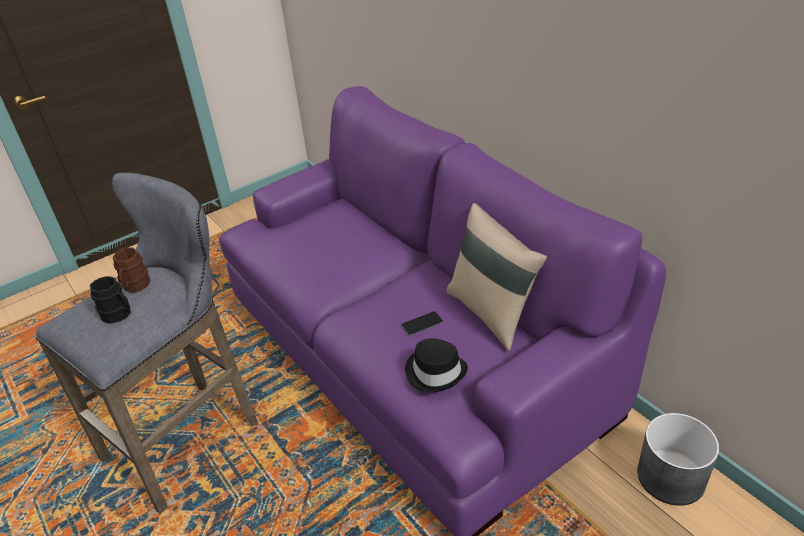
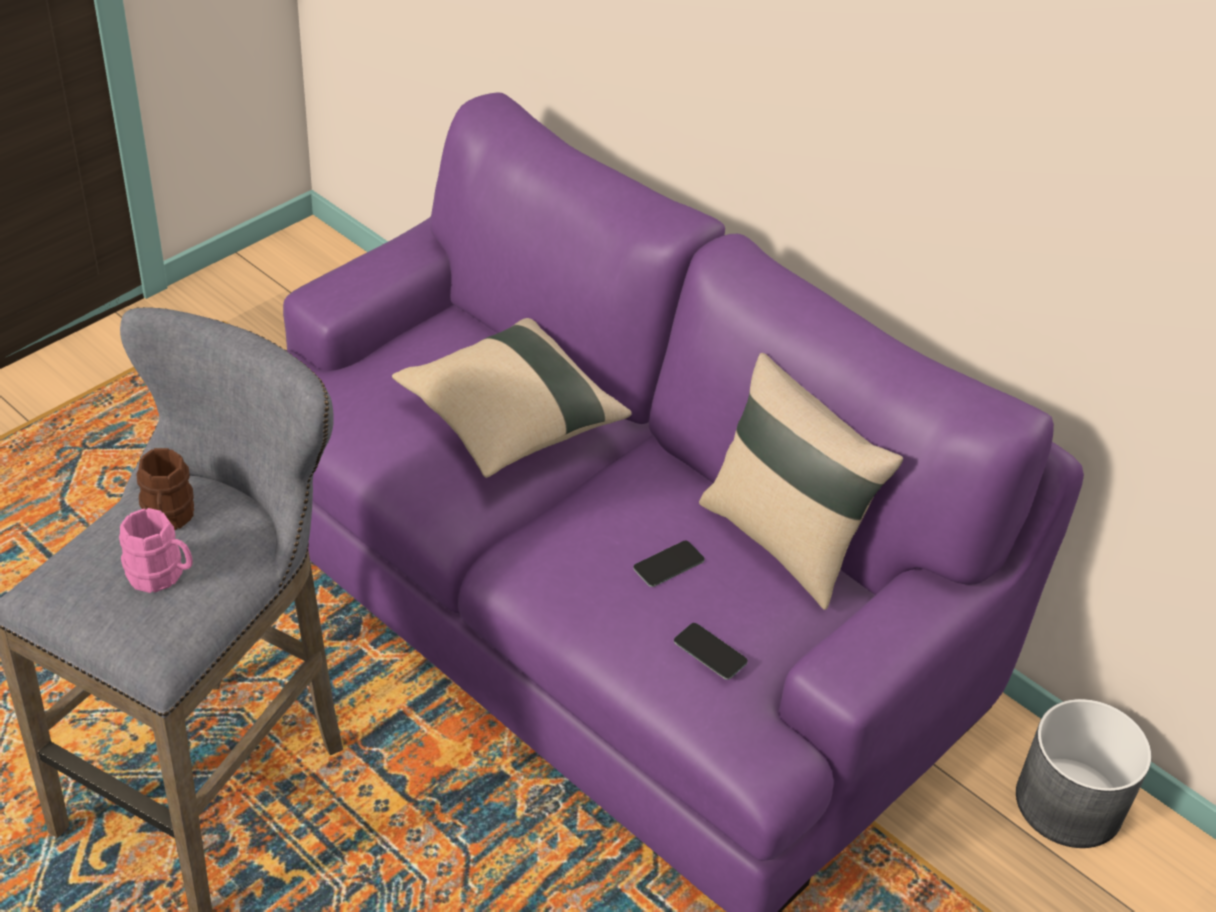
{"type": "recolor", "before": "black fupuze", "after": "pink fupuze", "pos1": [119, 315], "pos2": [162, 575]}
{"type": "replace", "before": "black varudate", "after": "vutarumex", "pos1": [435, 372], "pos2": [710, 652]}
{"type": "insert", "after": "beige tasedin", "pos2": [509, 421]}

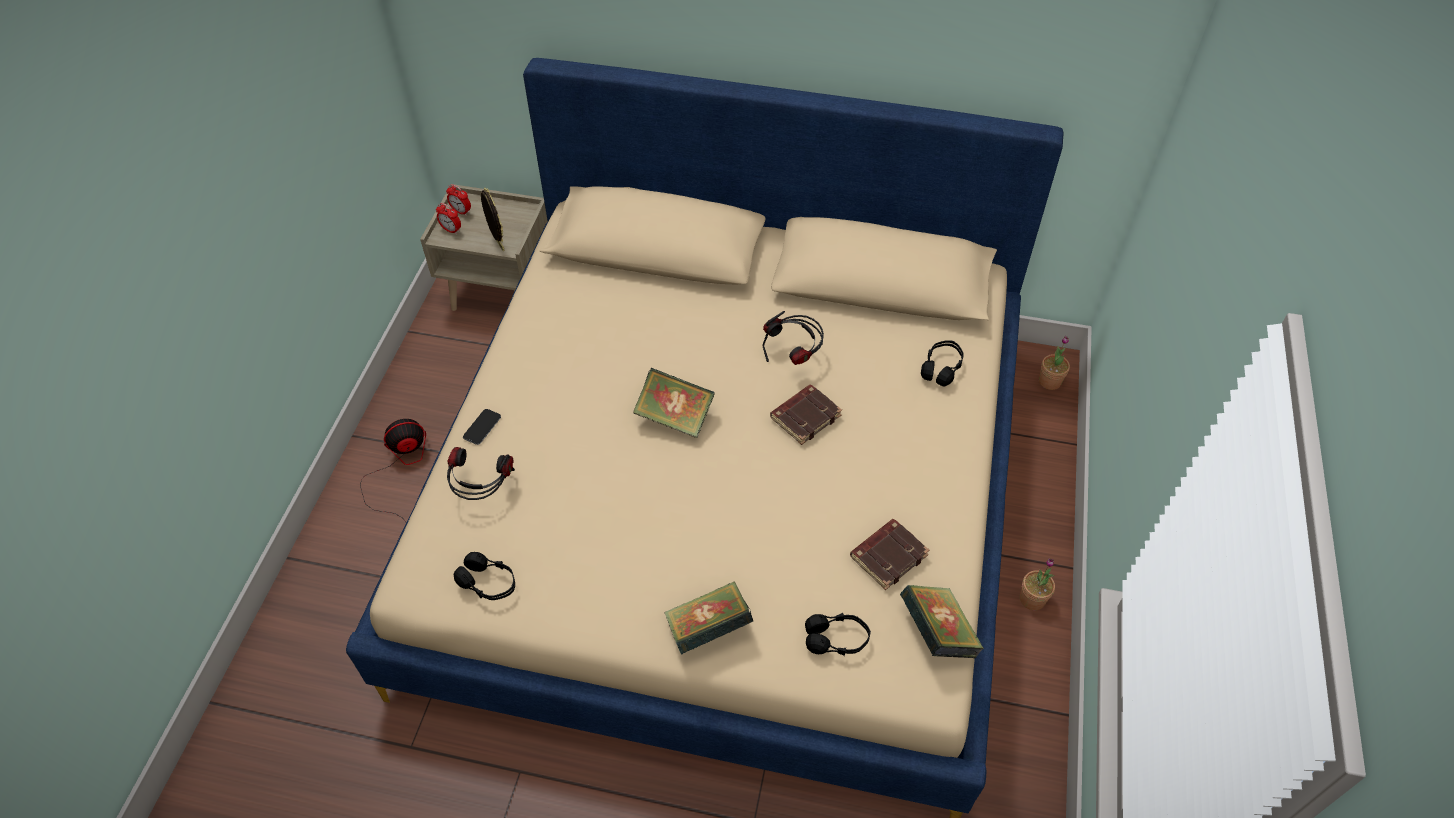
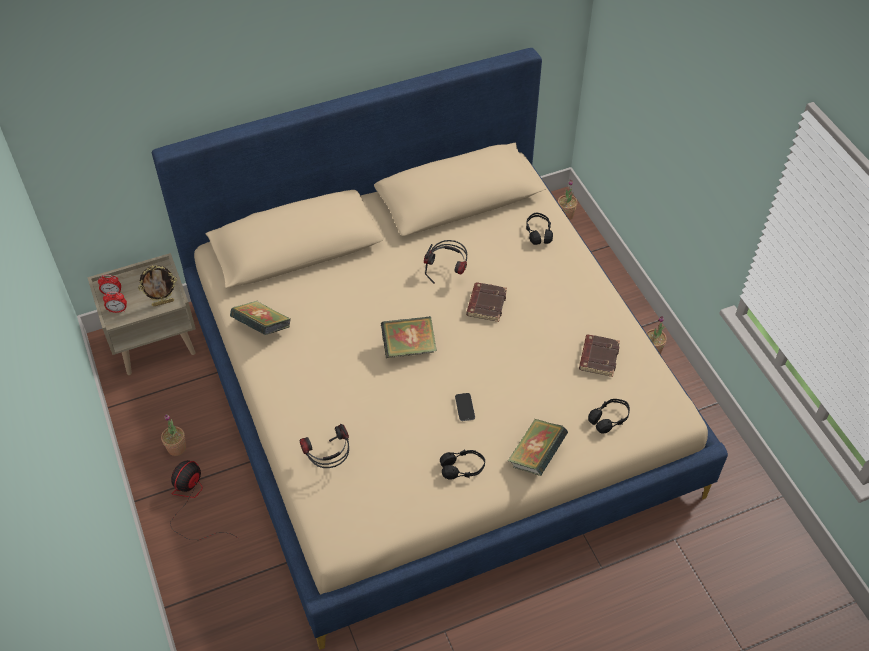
{"type": "rotate", "before": "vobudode", "pos1": [498, 244], "pos2": [163, 302], "turn": 135}
{"type": "move", "before": "vutarumex", "pos1": [482, 427], "pos2": [465, 407]}
{"type": "move", "before": "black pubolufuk", "pos1": [488, 583], "pos2": [462, 468]}
{"type": "move", "before": "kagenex", "pos1": [937, 633], "pos2": [262, 328]}
{"type": "insert", "after": "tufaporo", "pos2": [176, 448]}

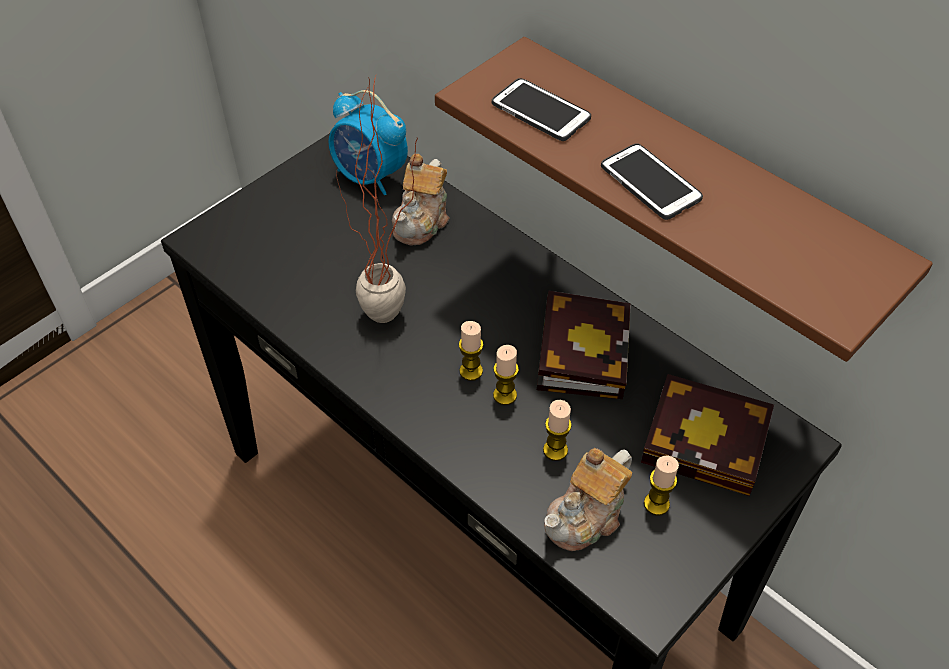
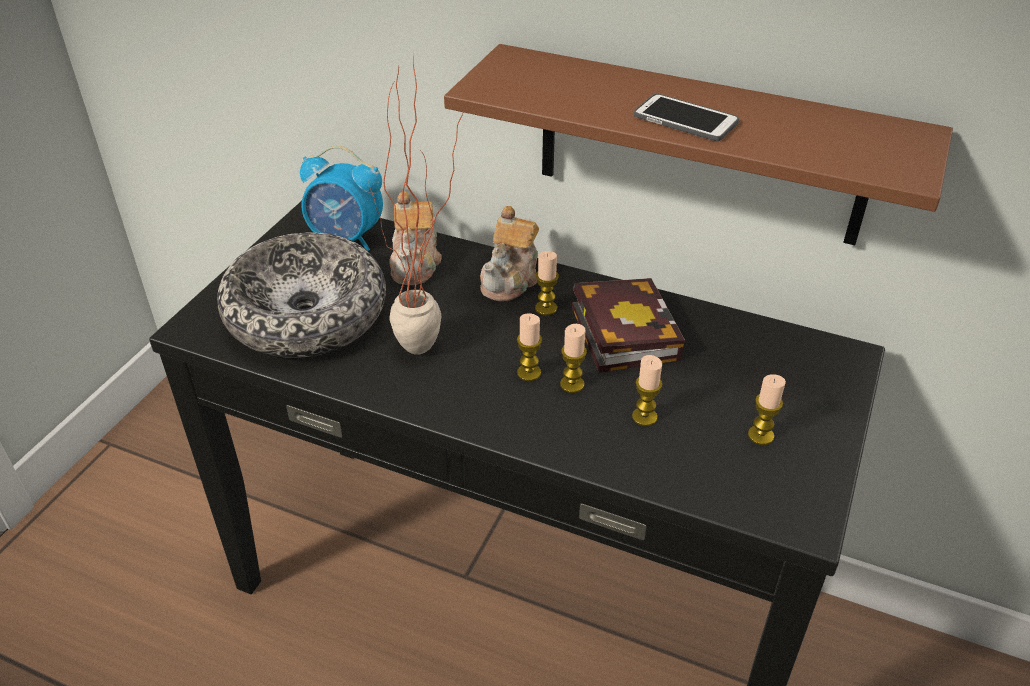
{"type": "delete", "before": "vutarumex", "pos1": [540, 111]}
{"type": "delete", "before": "kagenex", "pos1": [711, 442]}
{"type": "move", "before": "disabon", "pos1": [586, 516], "pos2": [511, 279]}
{"type": "insert", "after": "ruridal", "pos2": [307, 314]}
{"type": "insert", "after": "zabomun", "pos2": [546, 308]}

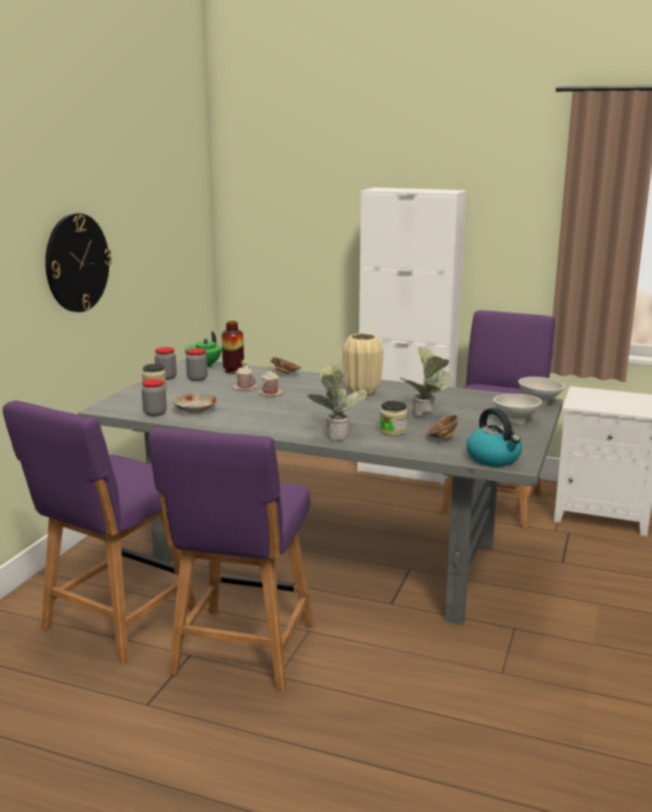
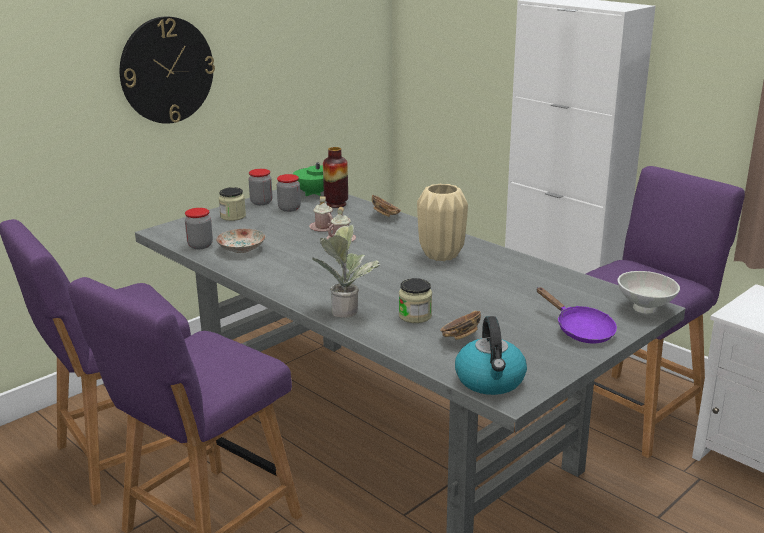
{"type": "delete", "before": "tufaporo", "pos1": [426, 416]}
{"type": "replace", "before": "white ruridal", "after": "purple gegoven", "pos1": [514, 421], "pos2": [580, 330]}

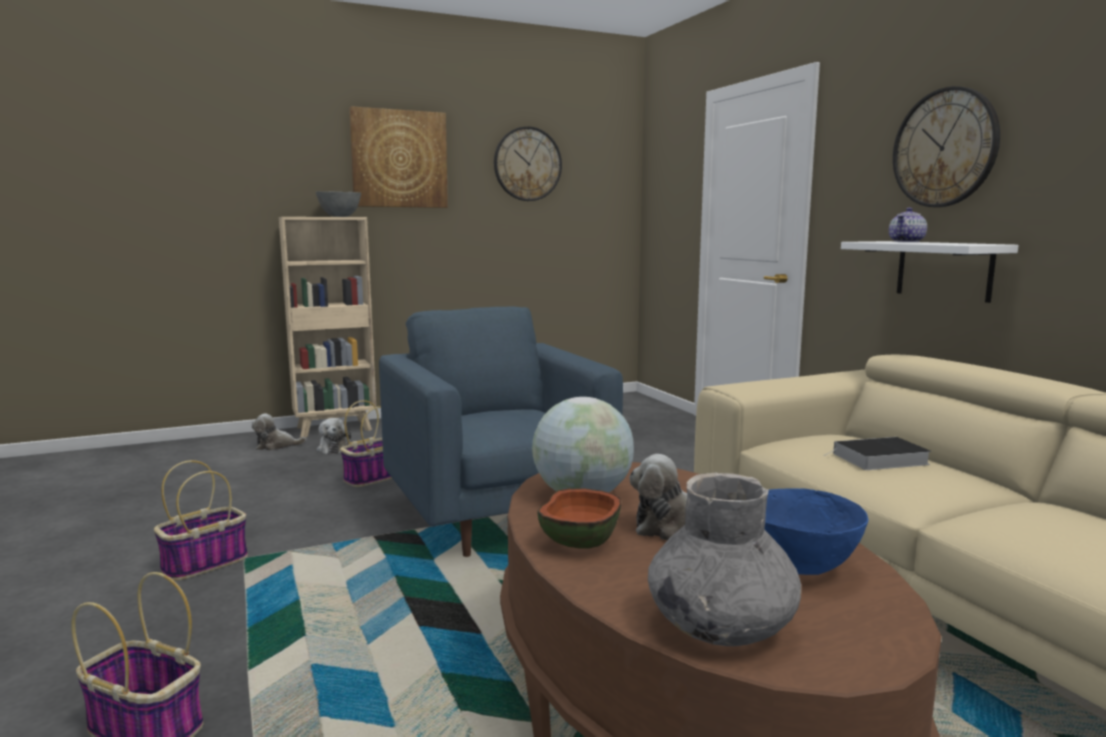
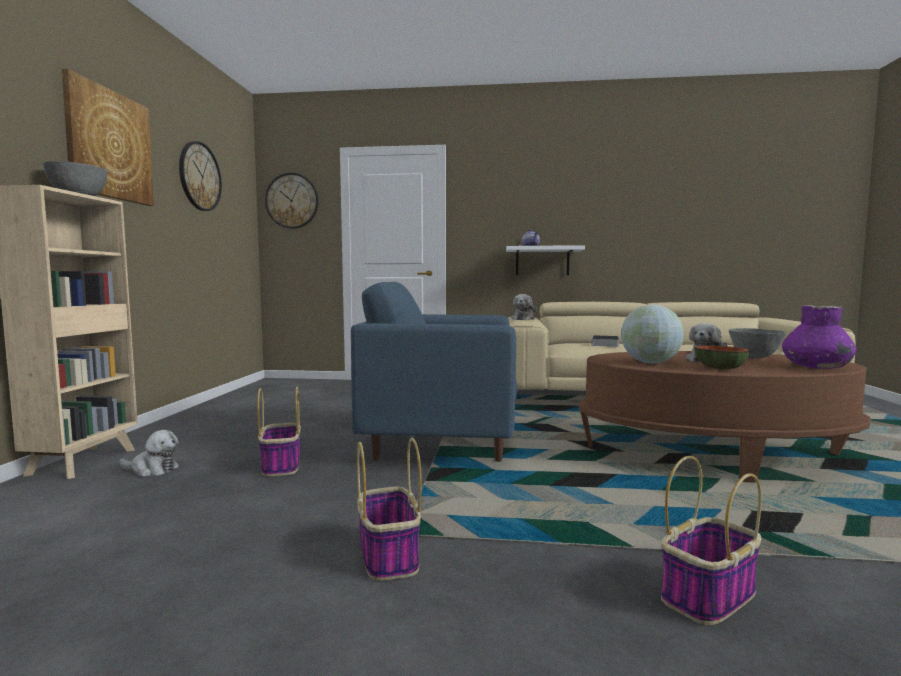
{"type": "move", "before": "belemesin", "pos1": [945, 148], "pos2": [292, 201]}
{"type": "move", "before": "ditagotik", "pos1": [276, 446], "pos2": [523, 319]}
{"type": "recolor", "before": "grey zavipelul", "after": "purple zavipelul", "pos1": [720, 625], "pos2": [816, 367]}
{"type": "recolor", "before": "blue ruridal", "after": "grey ruridal", "pos1": [800, 567], "pos2": [754, 357]}

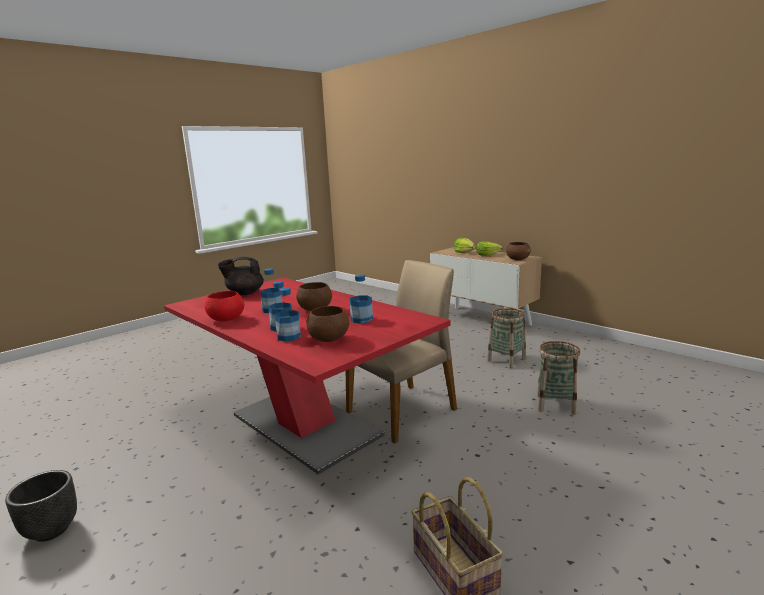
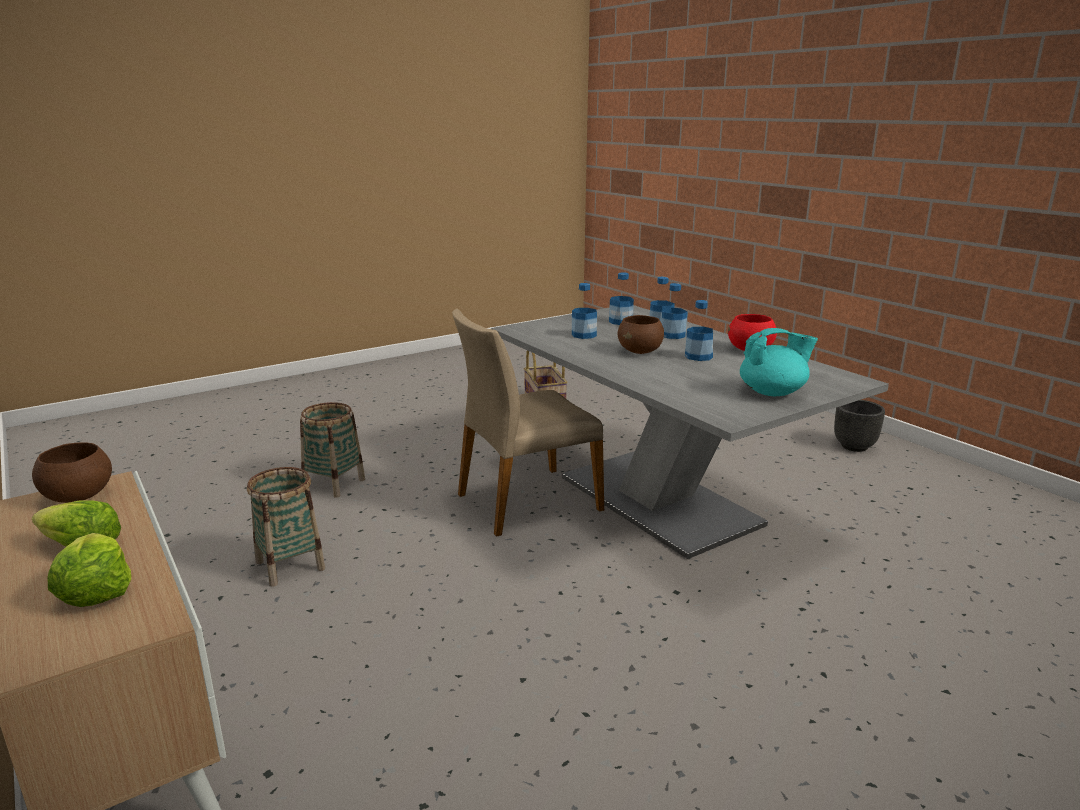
{"type": "recolor", "before": "black disabon", "after": "turquoise disabon", "pos1": [244, 293], "pos2": [773, 392]}
{"type": "recolor", "before": "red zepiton", "after": "grey zepiton", "pos1": [305, 425], "pos2": [658, 500]}
{"type": "replace", "before": "brown ruridal", "after": "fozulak", "pos1": [328, 339], "pos2": [620, 322]}

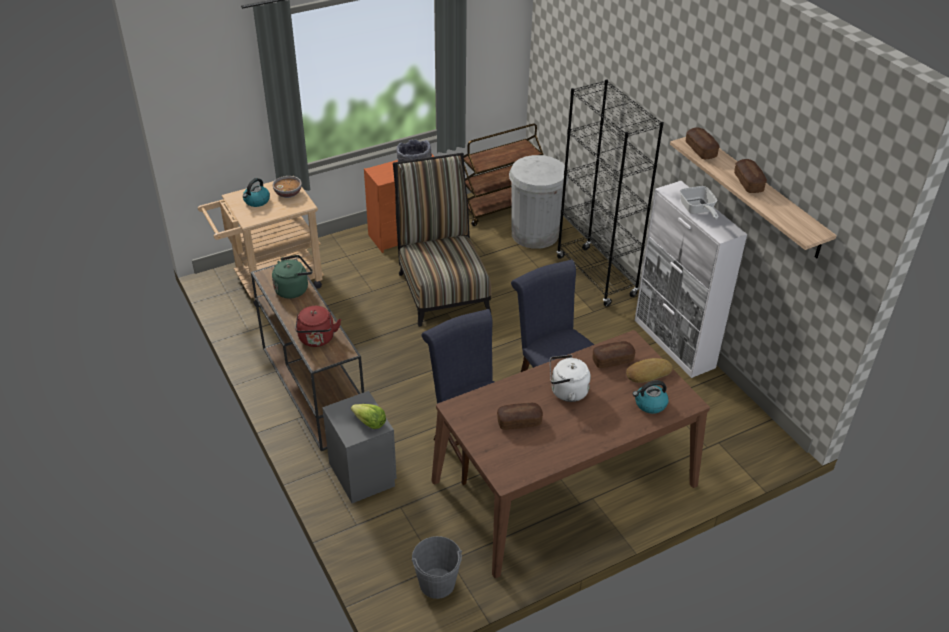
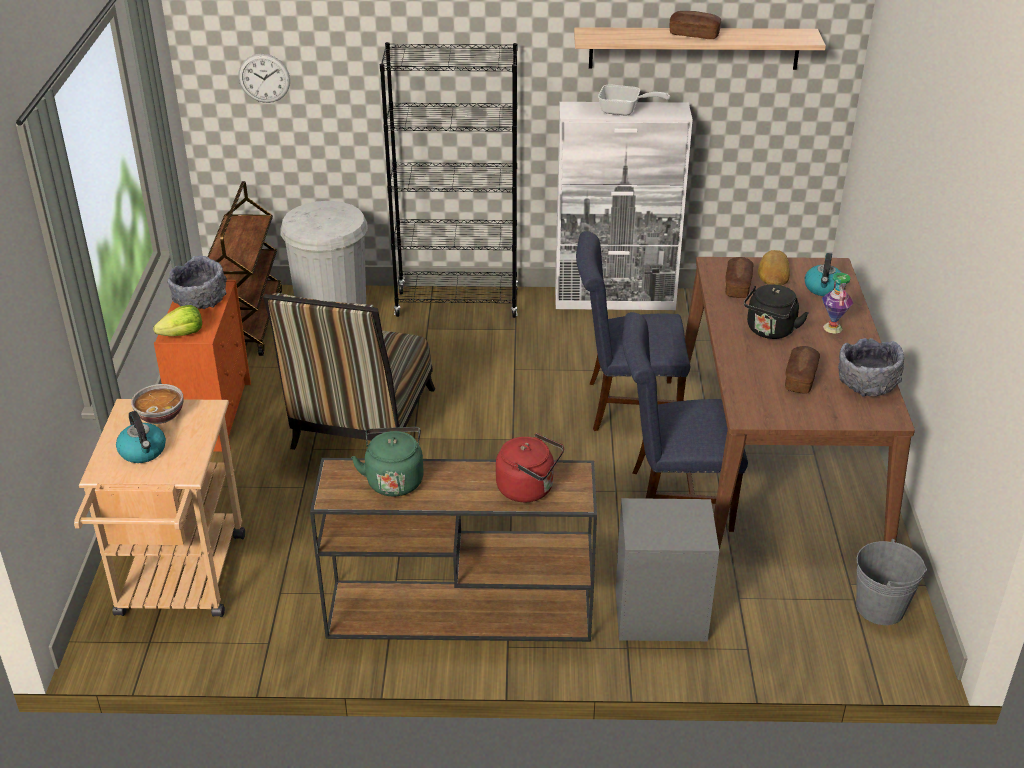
{"type": "delete", "before": "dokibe", "pos1": [700, 150]}
{"type": "rotate", "before": "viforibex", "pos1": [442, 288], "pos2": [360, 424], "turn": -90}
{"type": "recolor", "before": "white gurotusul", "after": "black gurotusul", "pos1": [566, 392], "pos2": [770, 331]}
{"type": "move", "before": "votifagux", "pos1": [369, 423], "pos2": [183, 334]}
{"type": "insert", "after": "belemesin", "pos2": [264, 78]}
{"type": "insert", "after": "zavipelul", "pos2": [832, 328]}
{"type": "insert", "after": "grey ruridal", "pos2": [867, 384]}

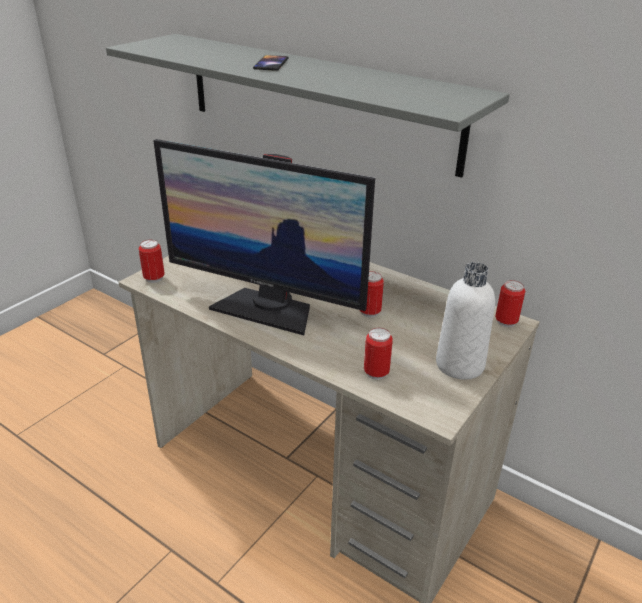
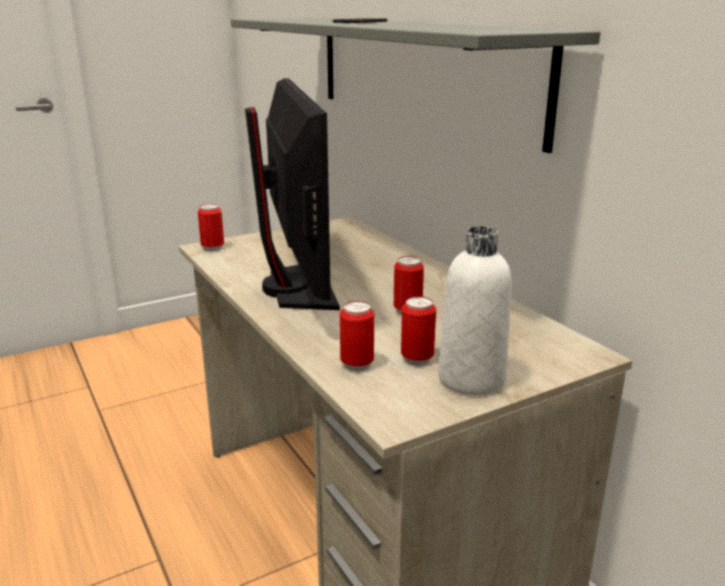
{"type": "rotate", "before": "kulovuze", "pos1": [268, 308], "pos2": [297, 288], "turn": -150}
{"type": "move", "before": "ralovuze", "pos1": [506, 322], "pos2": [417, 359]}

